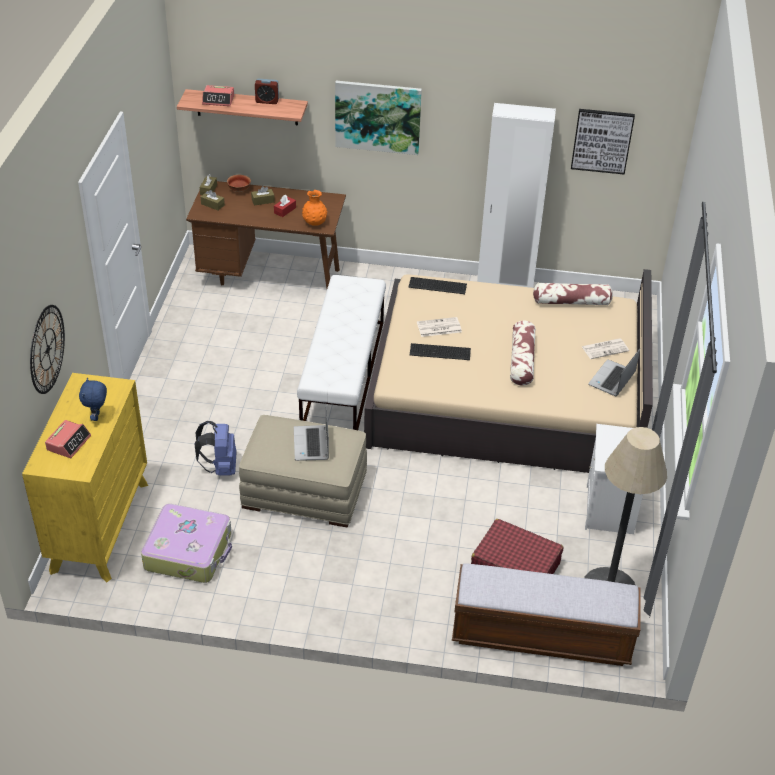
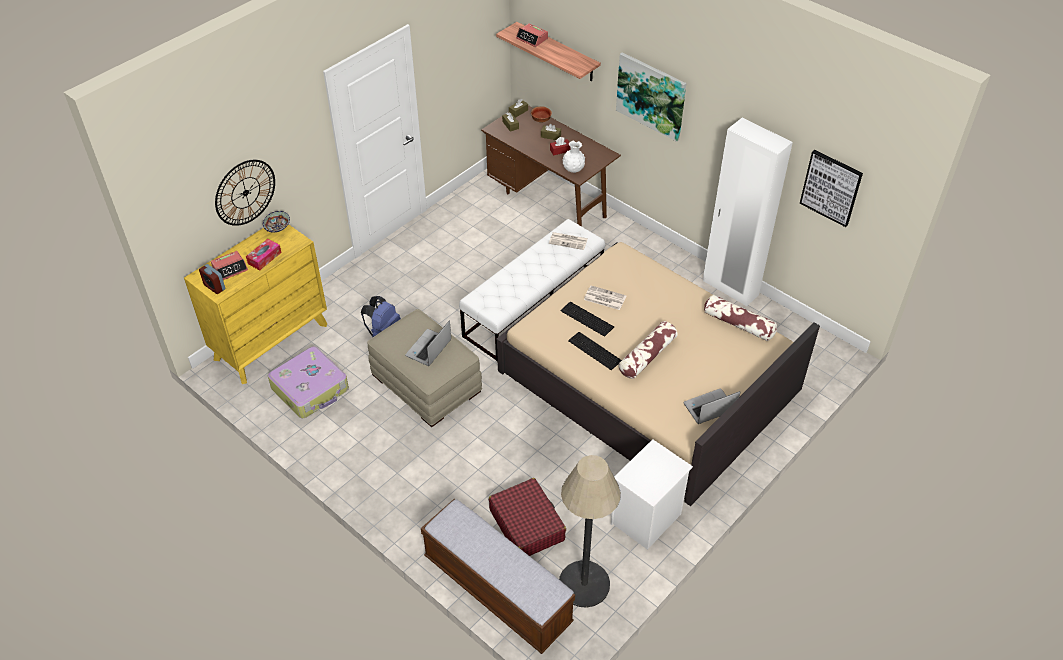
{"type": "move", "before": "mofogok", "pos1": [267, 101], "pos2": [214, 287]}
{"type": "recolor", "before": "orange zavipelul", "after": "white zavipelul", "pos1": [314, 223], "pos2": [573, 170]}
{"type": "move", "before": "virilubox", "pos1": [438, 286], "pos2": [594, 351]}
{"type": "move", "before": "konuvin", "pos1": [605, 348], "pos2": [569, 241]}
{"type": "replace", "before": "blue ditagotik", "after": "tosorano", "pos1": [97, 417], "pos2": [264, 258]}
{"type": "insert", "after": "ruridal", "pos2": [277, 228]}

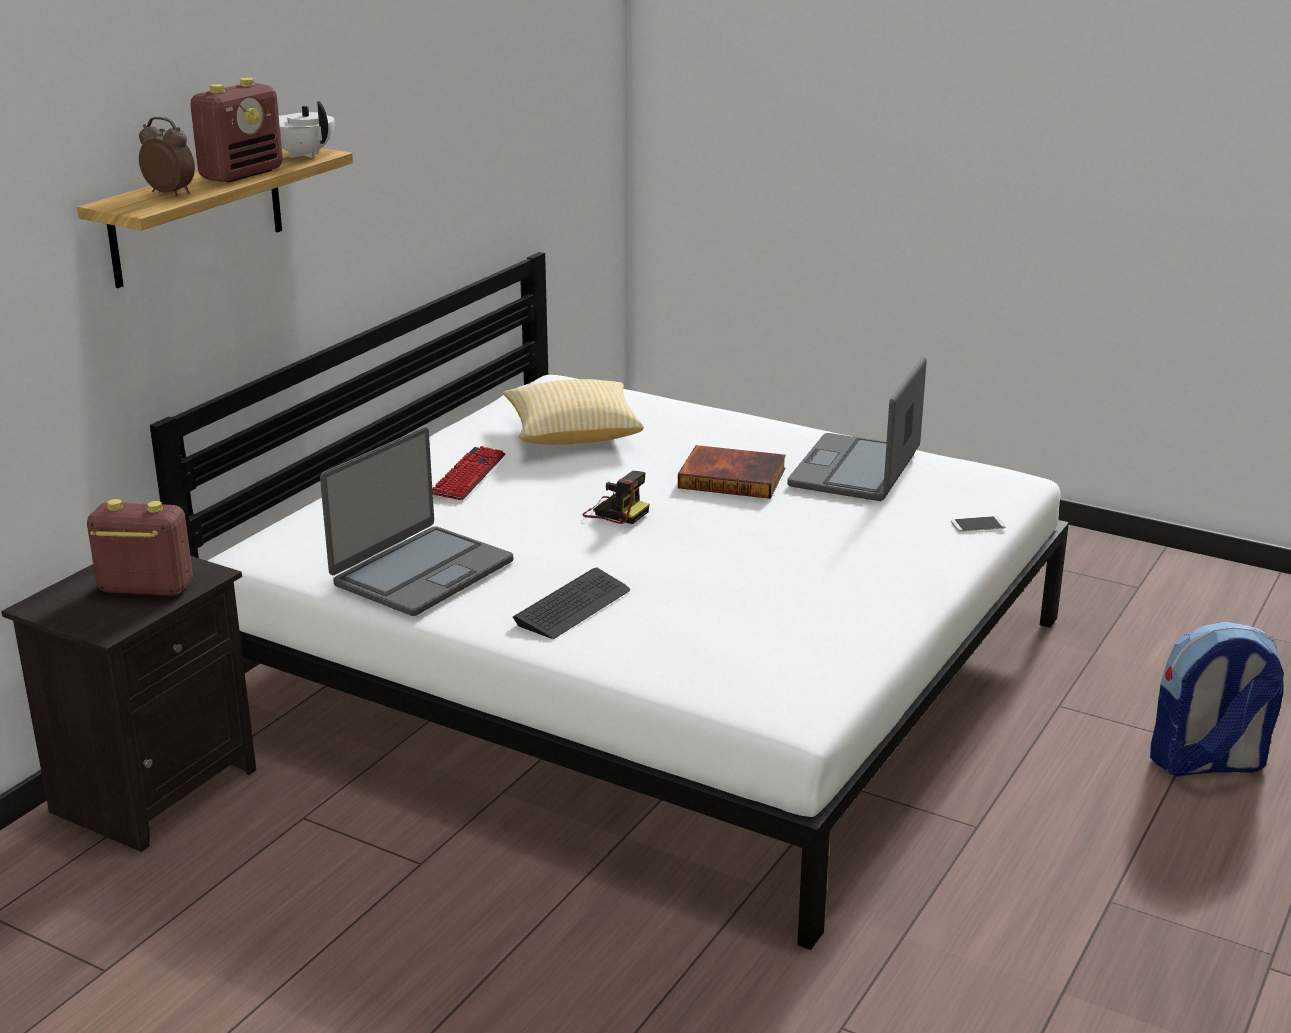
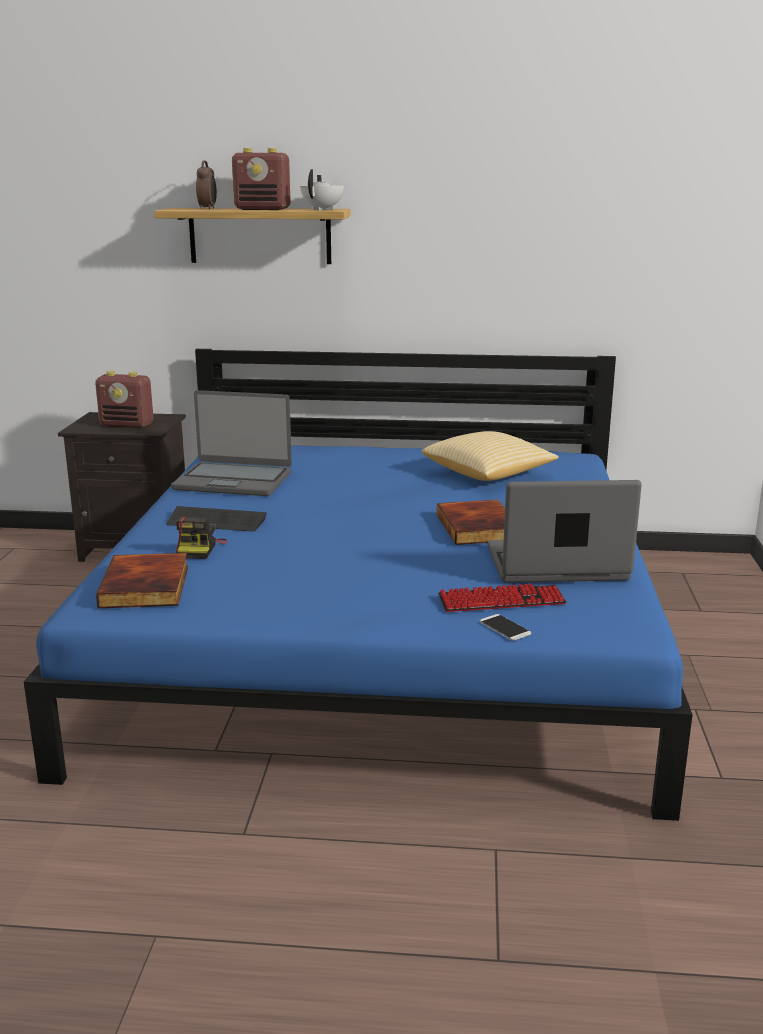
{"type": "recolor", "before": "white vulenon", "after": "blue vulenon", "pos1": [646, 665], "pos2": [382, 641]}
{"type": "move", "before": "virilubox", "pos1": [468, 475], "pos2": [501, 601]}
{"type": "move", "before": "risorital", "pos1": [614, 512], "pos2": [200, 549]}
{"type": "rotate", "before": "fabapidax", "pos1": [145, 588], "pos2": [127, 425], "turn": 120}
{"type": "delete", "before": "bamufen", "pos1": [1206, 763]}
{"type": "insert", "after": "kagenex", "pos2": [147, 586]}

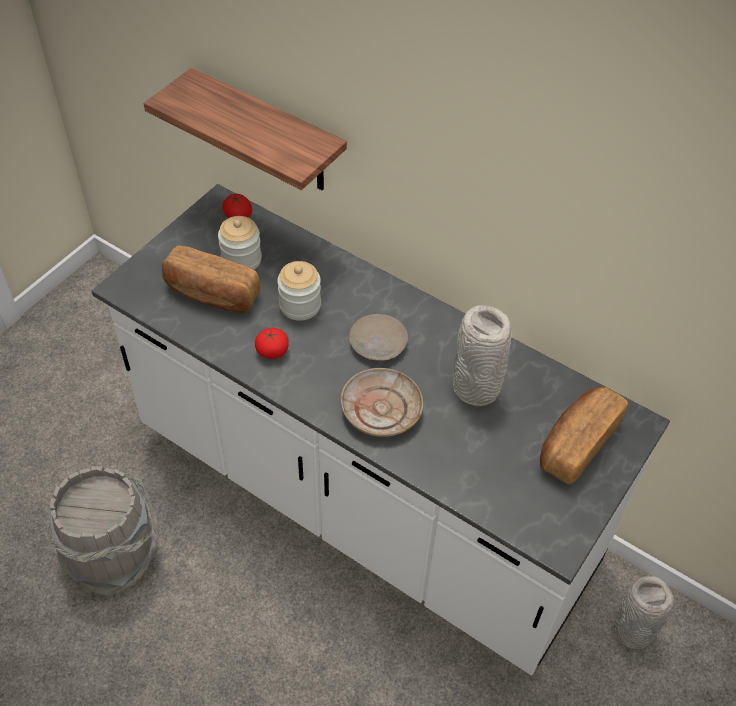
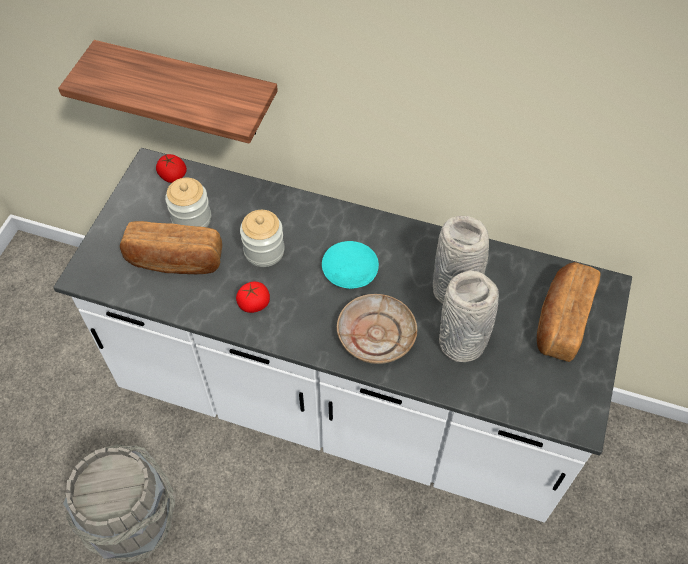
{"type": "recolor", "before": "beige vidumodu", "after": "turquoise vidumodu", "pos1": [378, 343], "pos2": [350, 270]}
{"type": "move", "before": "grey zavipelul", "pos1": [634, 631], "pos2": [463, 343]}

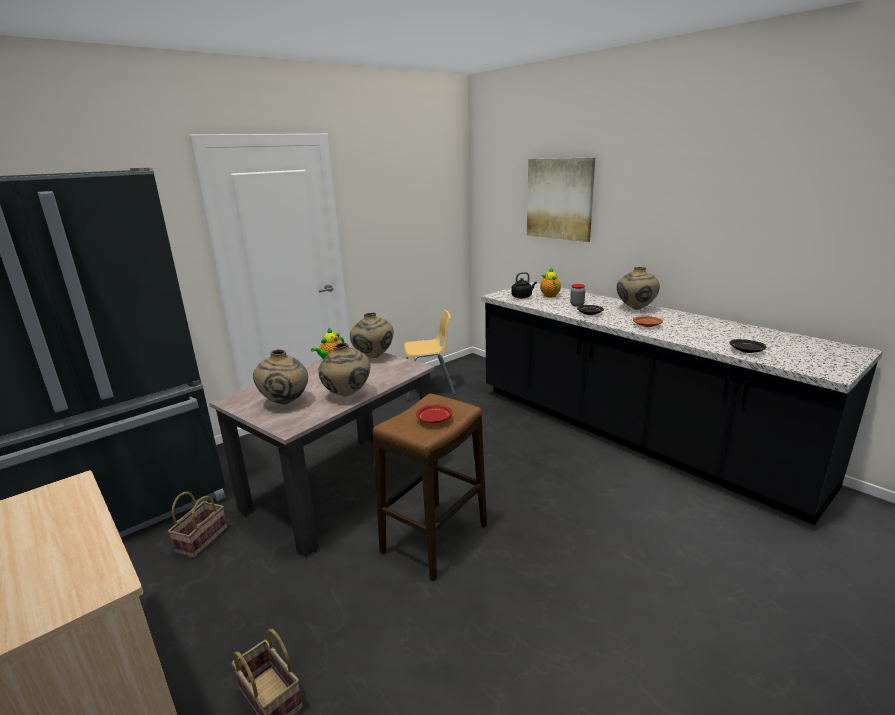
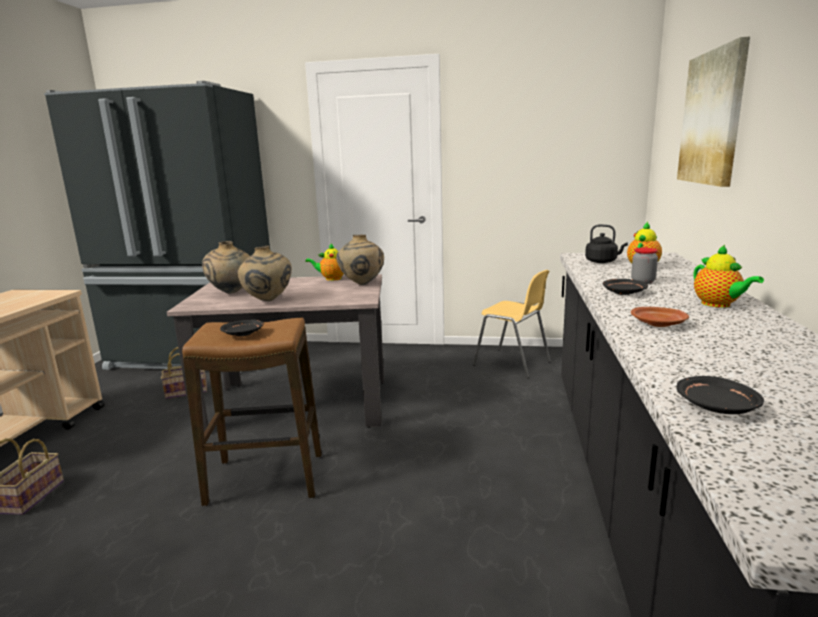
{"type": "replace", "before": "beige zavipelul", "after": "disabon", "pos1": [635, 309], "pos2": [718, 305]}
{"type": "recolor", "before": "red vidumodu", "after": "black vidumodu", "pos1": [434, 419], "pos2": [243, 334]}

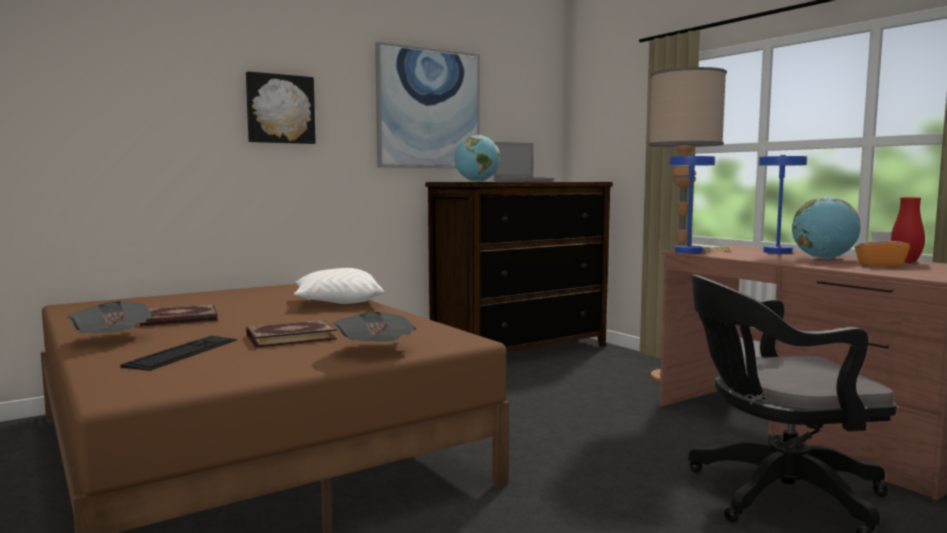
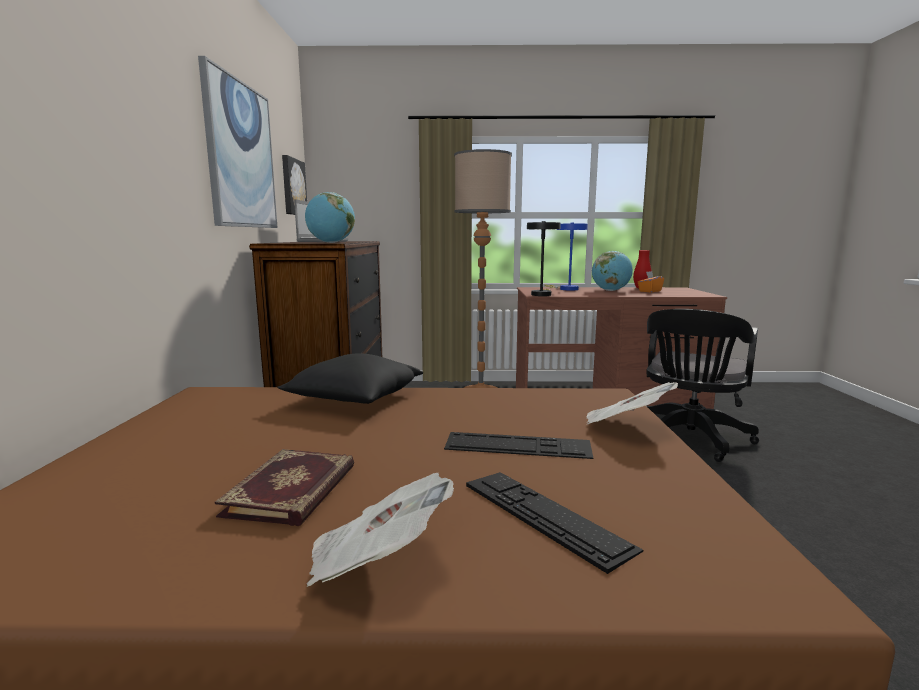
{"type": "move", "before": "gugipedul", "pos1": [280, 109], "pos2": [292, 187]}
{"type": "recolor", "before": "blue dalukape", "after": "black dalukape", "pos1": [693, 252], "pos2": [541, 294]}
{"type": "recolor", "before": "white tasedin", "after": "black tasedin", "pos1": [337, 302], "pos2": [354, 399]}
{"type": "replace", "before": "kagenex", "after": "virilubox", "pos1": [290, 337], "pos2": [517, 446]}

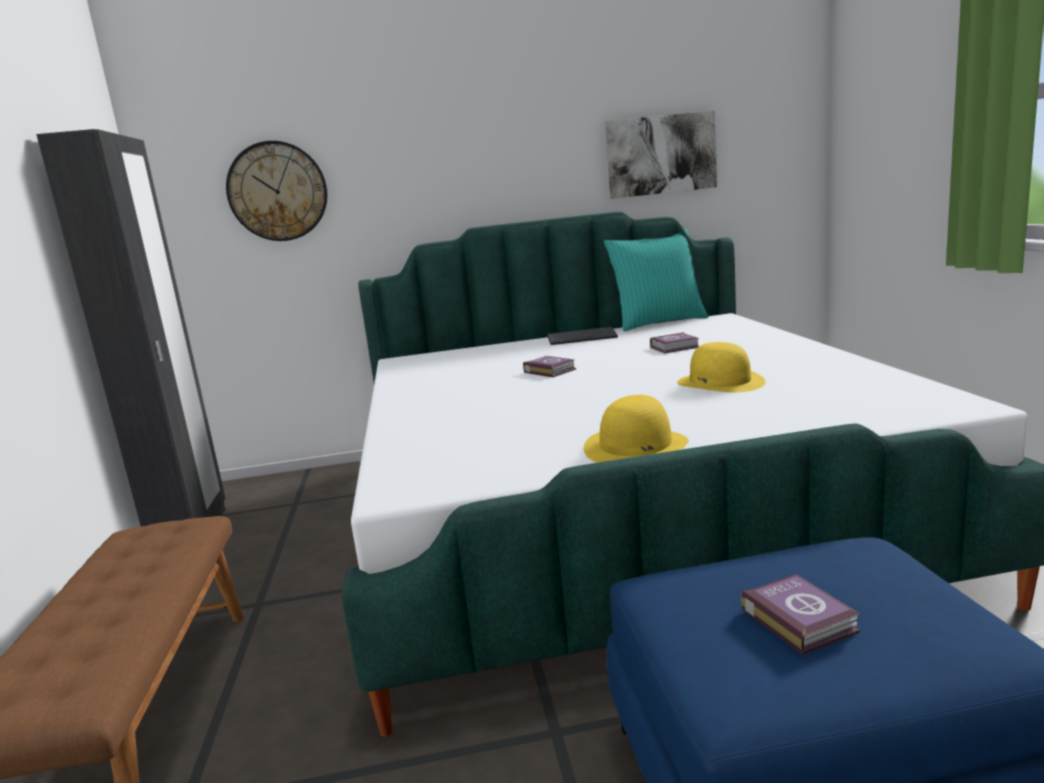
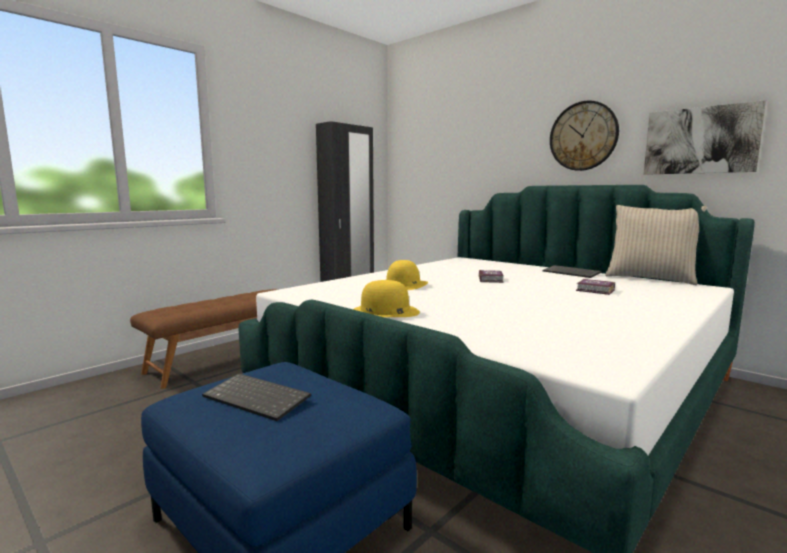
{"type": "move", "before": "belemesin", "pos1": [277, 191], "pos2": [583, 136]}
{"type": "recolor", "before": "turquoise tasedin", "after": "beige tasedin", "pos1": [658, 322], "pos2": [650, 278]}
{"type": "move", "before": "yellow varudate", "pos1": [720, 382], "pos2": [403, 285]}
{"type": "replace", "before": "kagenex", "after": "virilubox", "pos1": [798, 619], "pos2": [258, 398]}

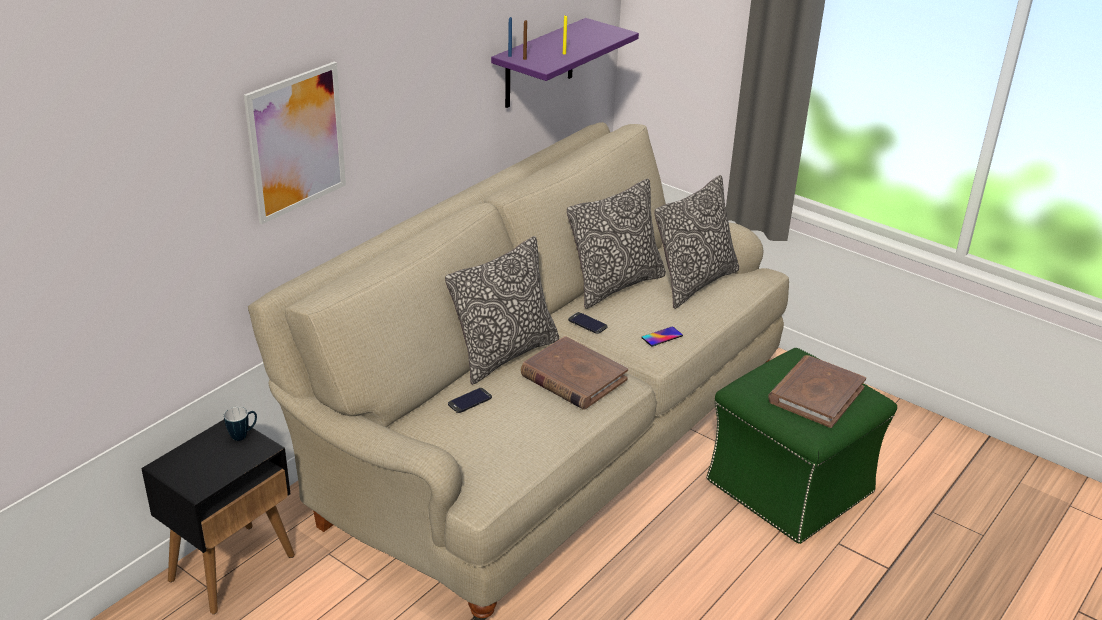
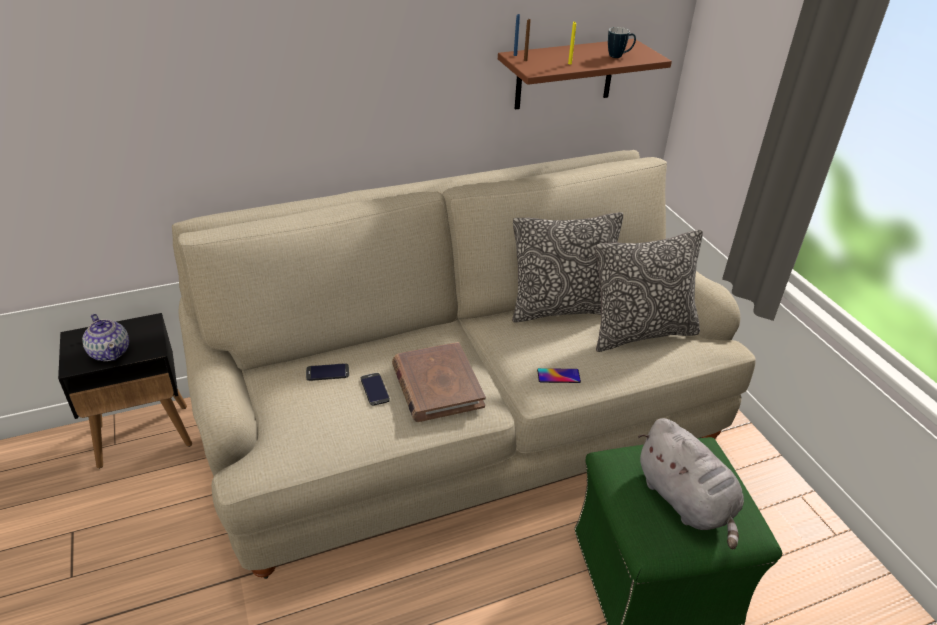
{"type": "recolor", "before": "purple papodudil", "after": "brown papodudil", "pos1": [539, 64], "pos2": [565, 74]}
{"type": "delete", "before": "gugipedul", "pos1": [296, 142]}
{"type": "delete", "before": "tasedin", "pos1": [505, 354]}
{"type": "move", "before": "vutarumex", "pos1": [587, 323], "pos2": [375, 389]}
{"type": "replace", "before": "brown kagenex", "after": "grey ditagotik", "pos1": [816, 394], "pos2": [686, 501]}
{"type": "move", "before": "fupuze", "pos1": [243, 435], "pos2": [619, 56]}
{"type": "insert", "after": "disabon", "pos2": [110, 352]}

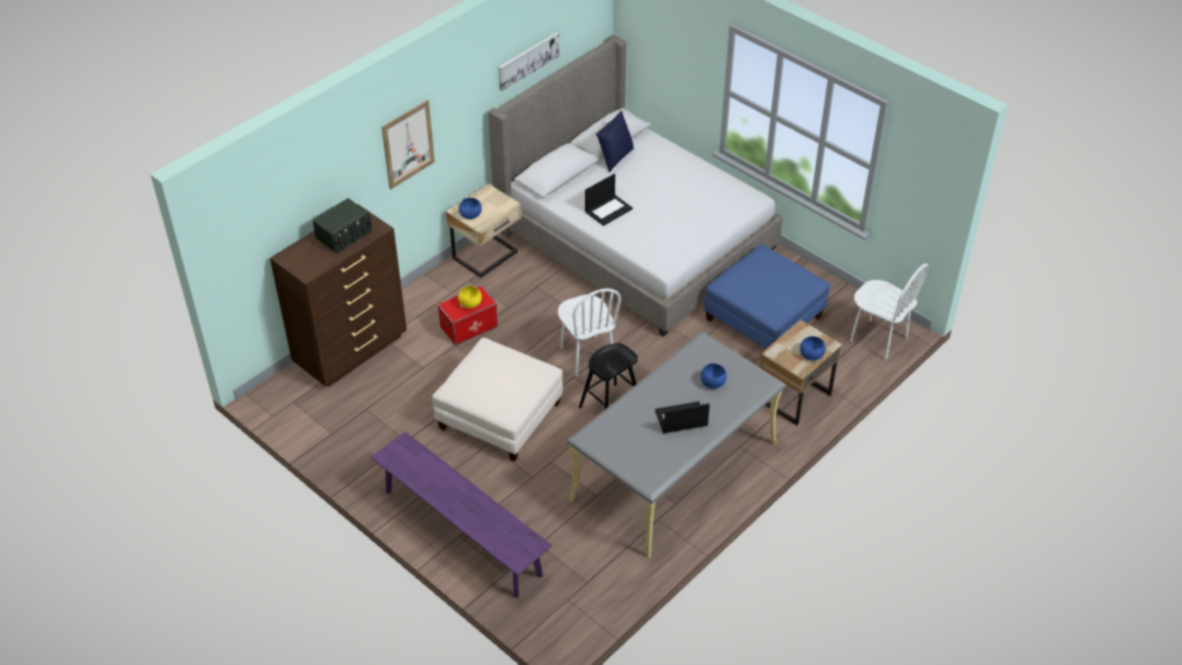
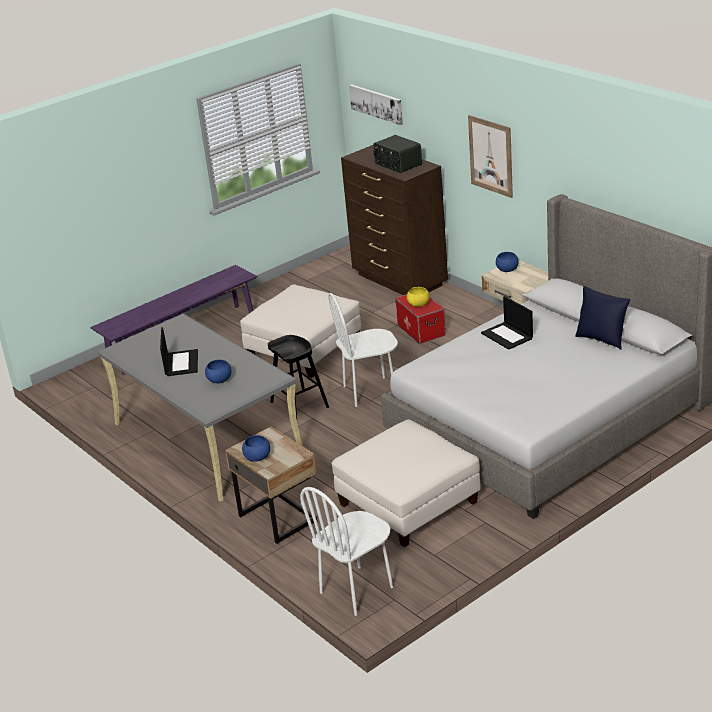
{"type": "move", "before": "gugipedul", "pos1": [528, 60], "pos2": [376, 104]}
{"type": "recolor", "before": "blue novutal", "after": "white novutal", "pos1": [763, 318], "pos2": [408, 503]}

